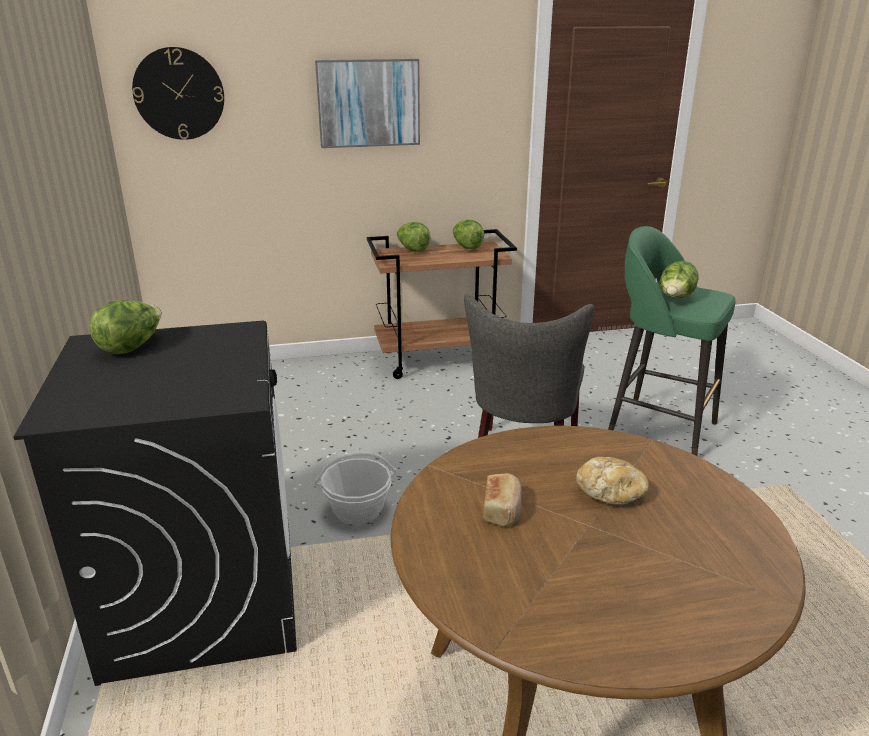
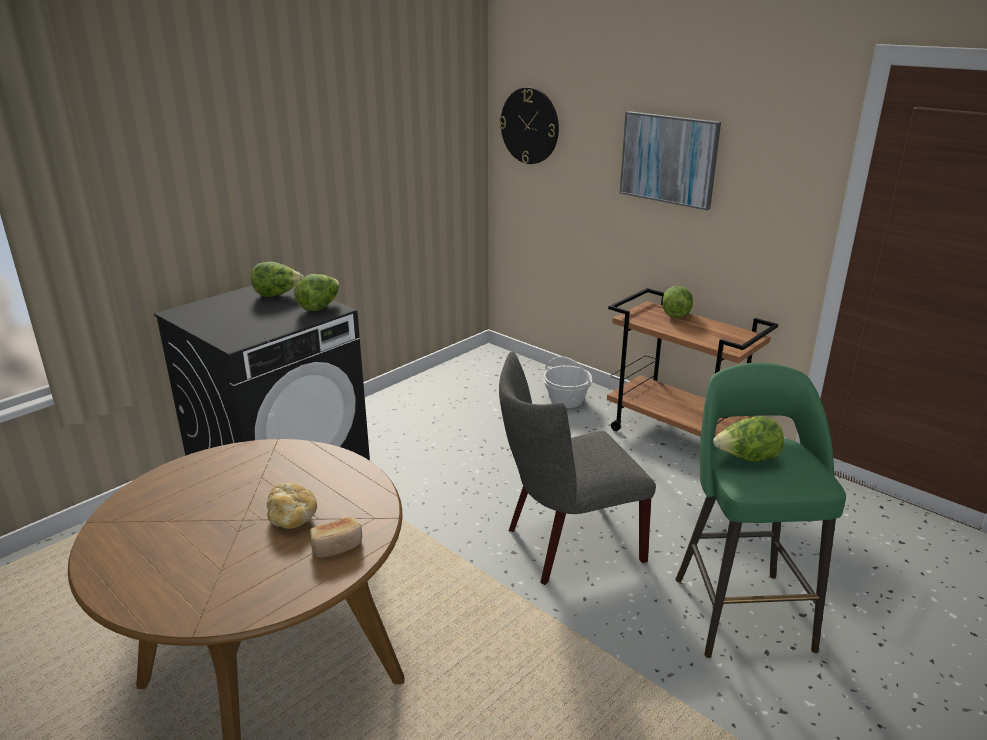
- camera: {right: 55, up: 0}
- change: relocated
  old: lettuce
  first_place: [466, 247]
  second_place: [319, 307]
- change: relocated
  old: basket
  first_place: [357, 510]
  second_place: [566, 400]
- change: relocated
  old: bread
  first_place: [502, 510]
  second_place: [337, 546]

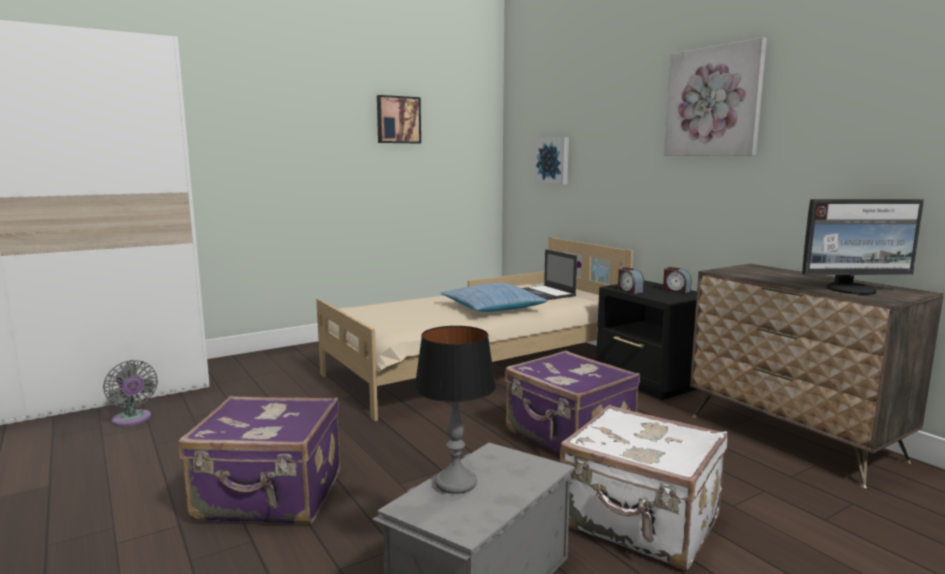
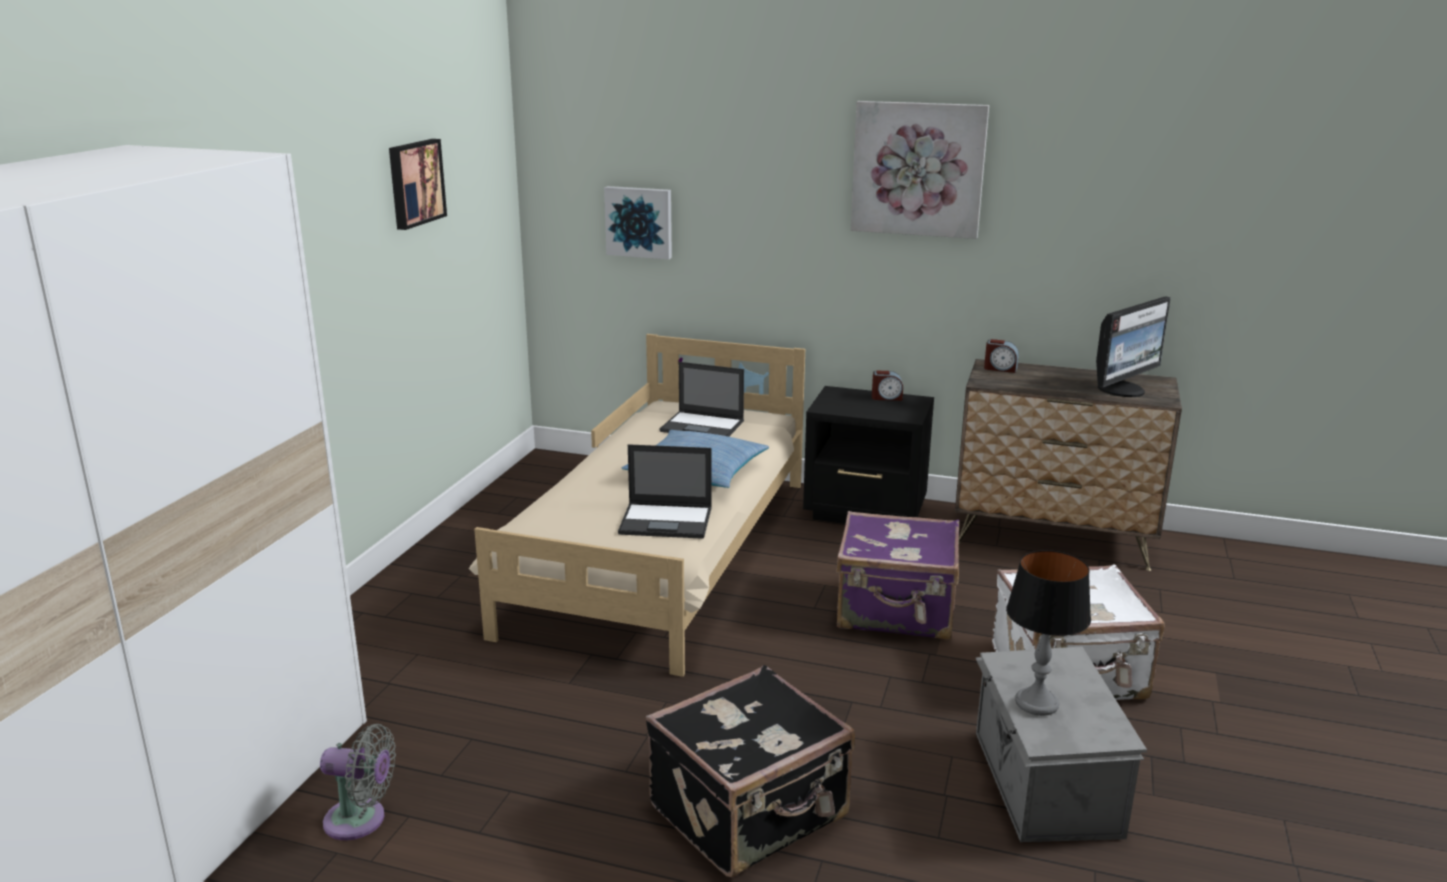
- camera: {right: -40, up: 10}
- change: relocated
  old: alarm clock
  first_place: [629, 290]
  second_place: [1000, 368]
- change: colour
  old: travel case in purple
  new: travel case in black-coloured
  first_place: [270, 497]
  second_place: [751, 813]
- change: appeared
  new: portable computer
  second_place: [667, 521]

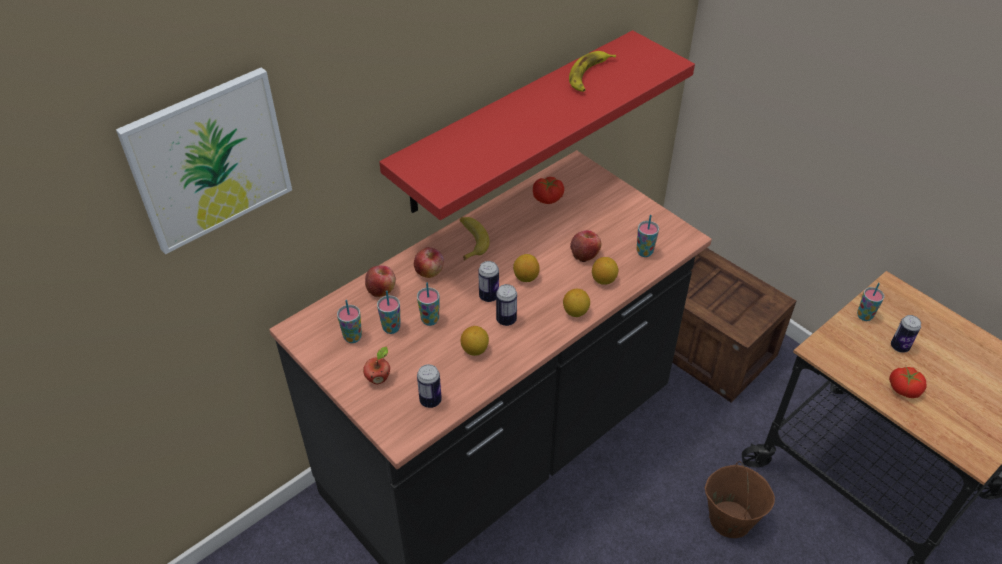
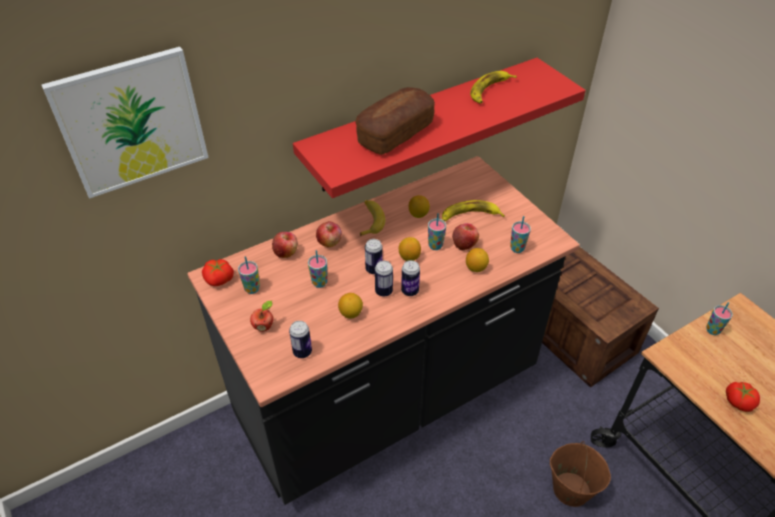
- camera: {right: 10, up: 0}
- change: relocated
  old: fresh tomato
  first_place: [548, 198]
  second_place: [219, 279]
- change: relocated
  old: whole lemon
  first_place: [575, 312]
  second_place: [418, 214]
- change: relocated
  old: small cup
  first_place: [391, 328]
  second_place: [435, 246]
- change: relocated
  old: can
  first_place: [899, 347]
  second_place: [410, 291]
- change: appeared
  new: bread
  second_place: [395, 133]
- change: appeared
  new: banana fruit
  second_place: [470, 215]

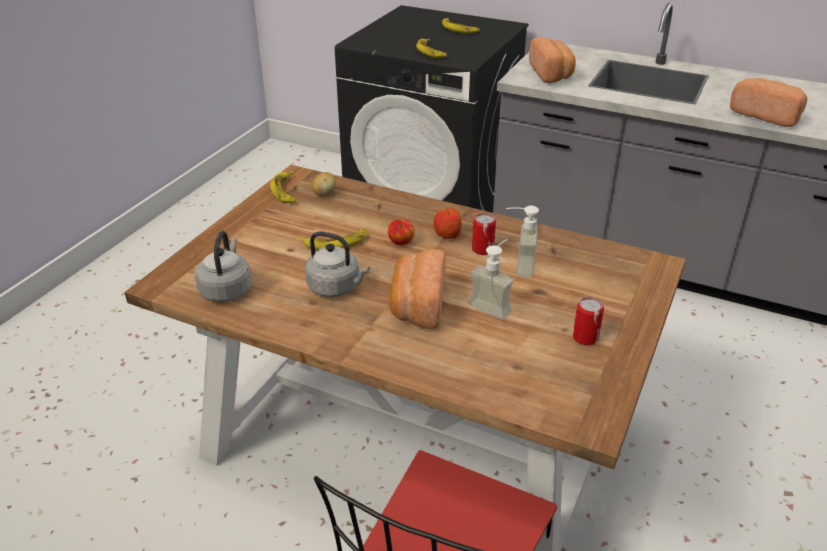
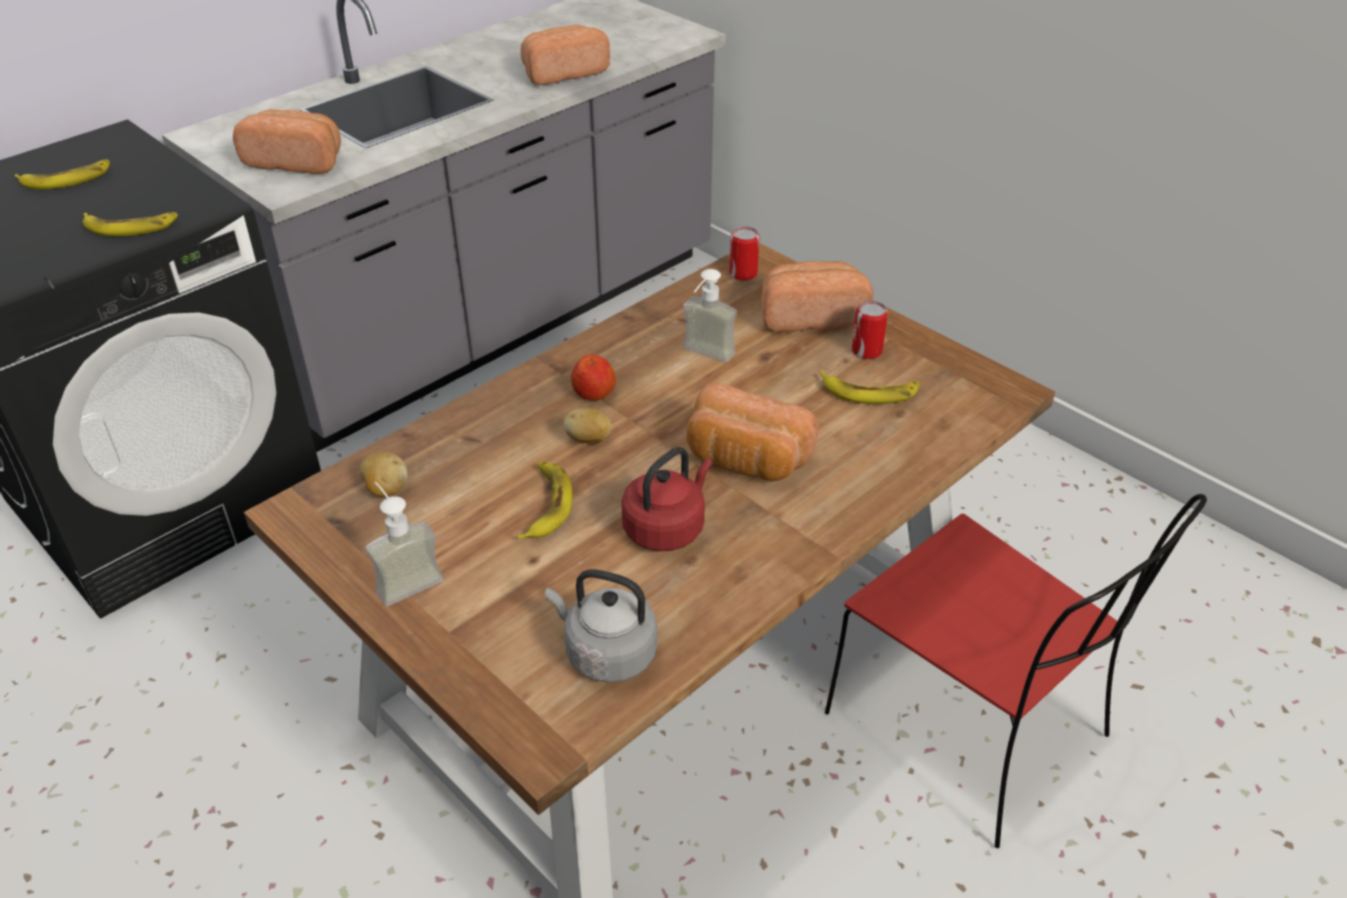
- camera: {right: -70, up: 5}
- change: relocated
  old: banana fruit
  first_place: [286, 191]
  second_place: [869, 392]
- change: relocated
  old: can
  first_place: [482, 249]
  second_place: [743, 274]
- change: exchanged
  old: whole apple
  new: whole potato
  first_place: [401, 243]
  second_place: [588, 440]
- change: colour
  old: tea kettle in gray
  new: tea kettle in reddish
  first_place: [336, 288]
  second_place: [667, 528]
- change: relocated
  old: soap bottle
  first_place: [494, 305]
  second_place: [404, 578]
- change: appeared
  new: bread
  second_place: [811, 316]

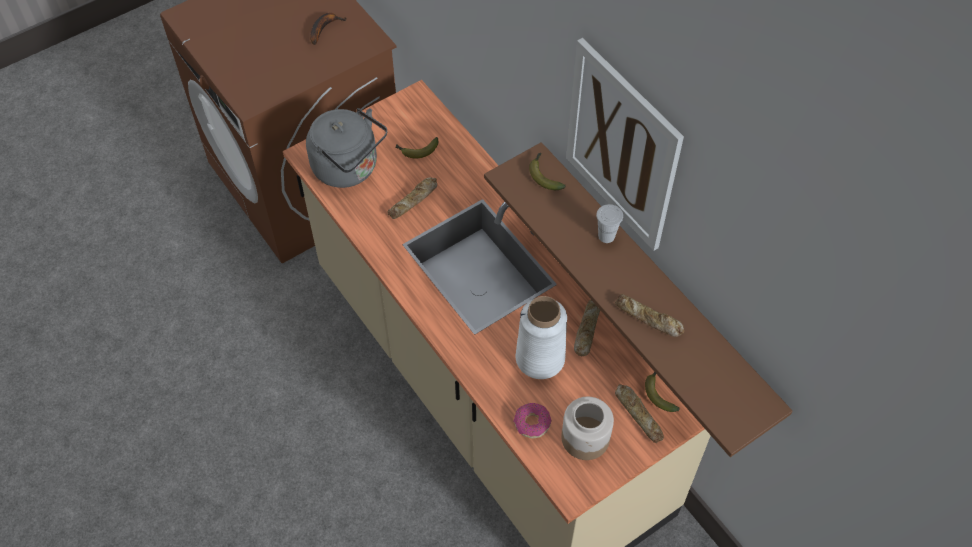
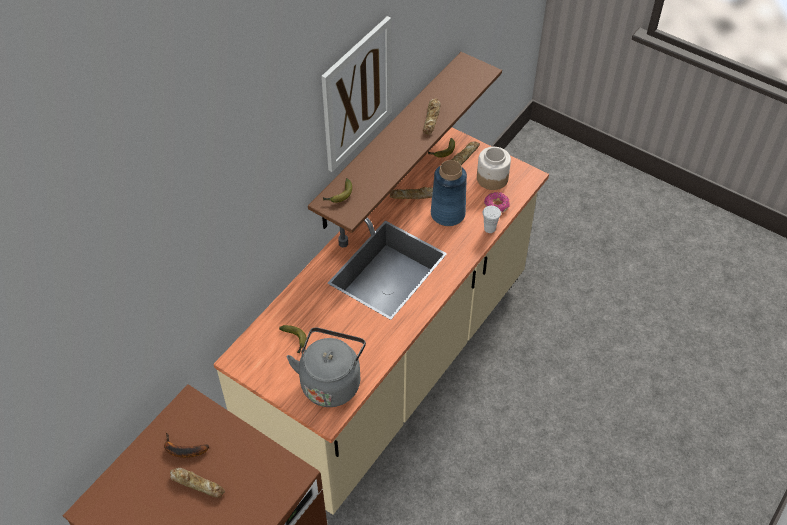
- camera: {right: -110, up: -5}
- change: relocated
  old: bread
  first_place: [414, 200]
  second_place: [197, 484]
- change: relocated
  old: small cup in white-coloured
  first_place: [606, 236]
  second_place: [489, 228]
- change: colour
  old: vase in white-coloured
  new: vase in bluish
  first_place: [540, 358]
  second_place: [448, 213]

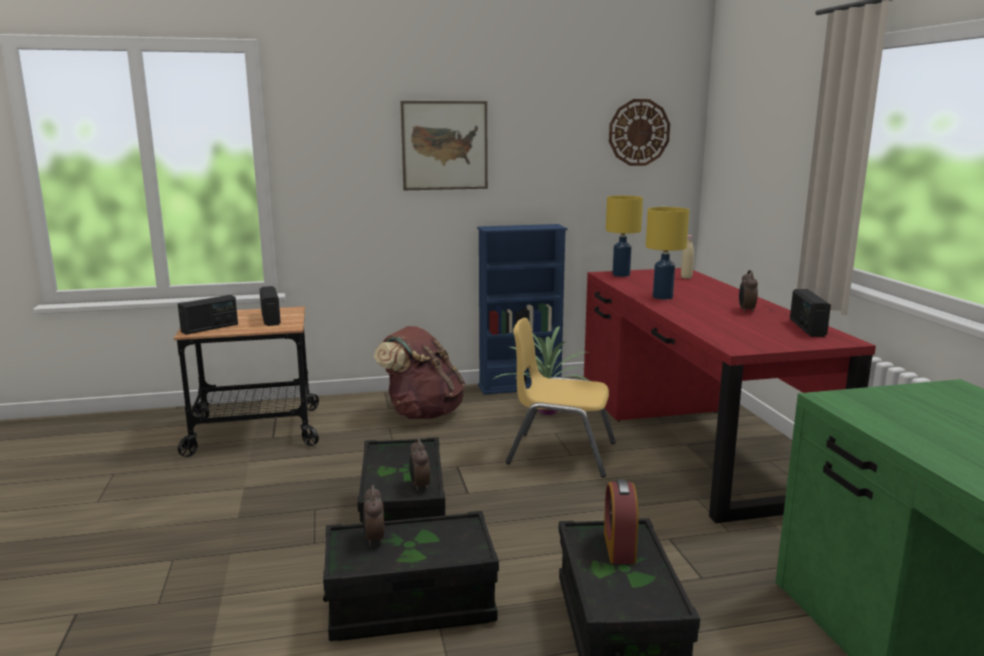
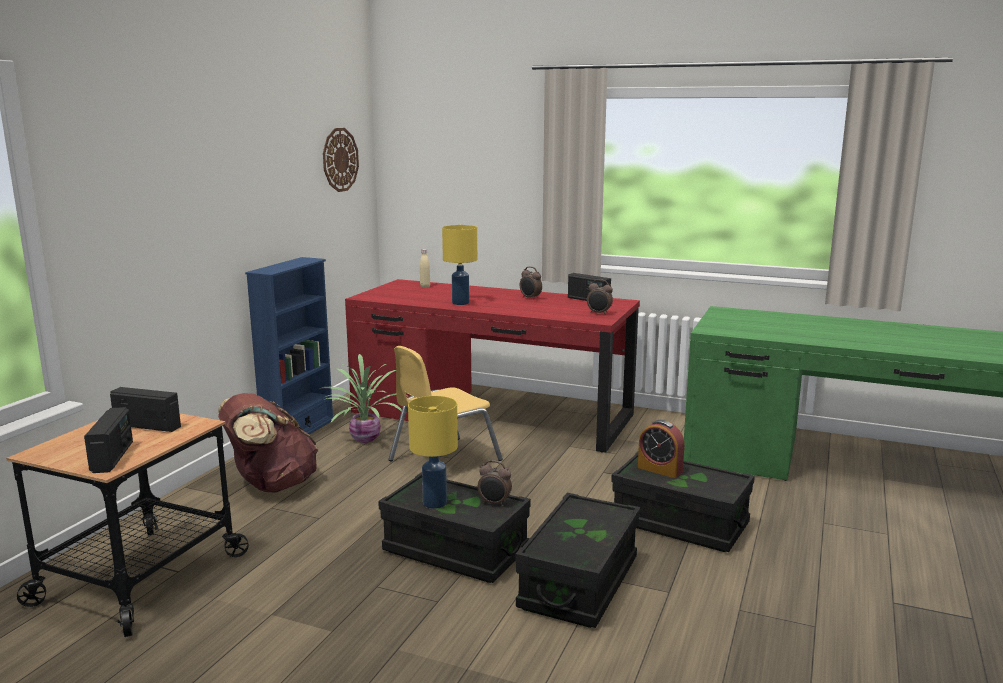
- camera: {right: -55, up: 0}
- change: missing
  old: wall art
  first_place: [444, 145]
- change: relocated
  old: tabletop lamp in yellow-coloured
  first_place: [620, 275]
  second_place: [434, 503]
- change: relocated
  old: alarm clock
  first_place: [374, 539]
  second_place: [599, 313]

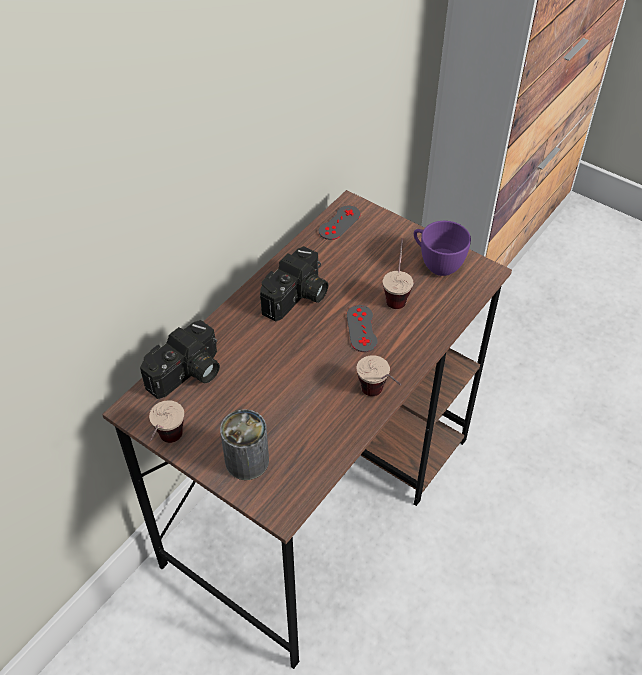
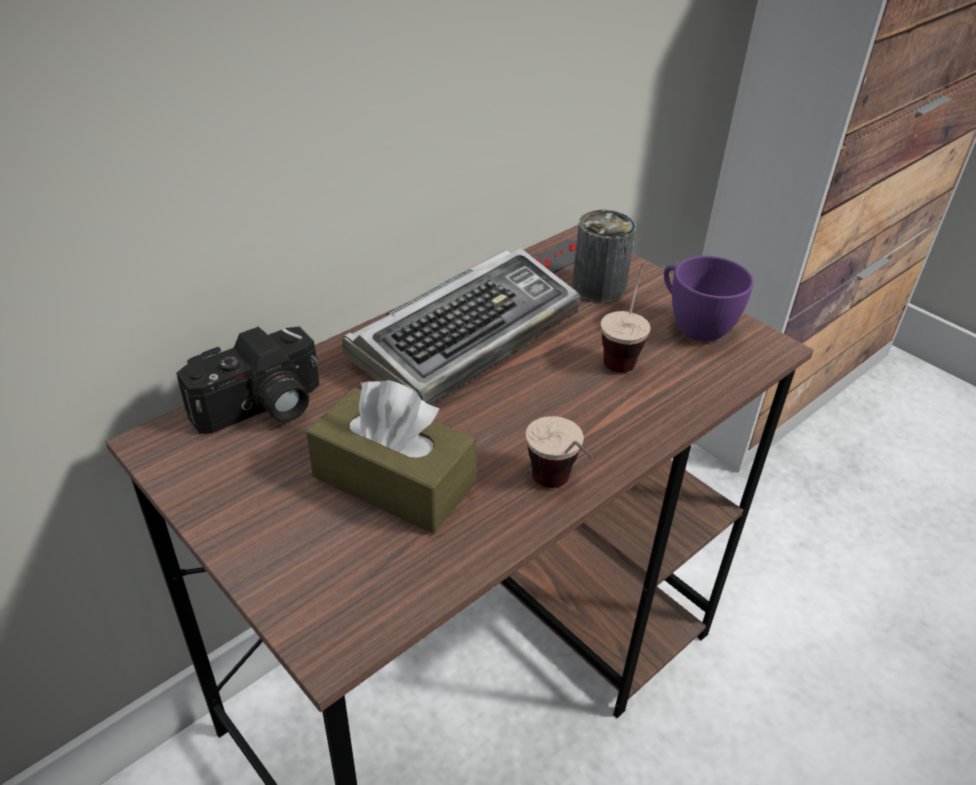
- camera: {right: 10, up: -10}
- change: exchanged
  old: still camera
  new: keyboard
  first_place: [297, 298]
  second_place: [467, 337]
- change: missing
  old: gamepad in gray
  first_place: [361, 328]
- change: missing
  old: small cup
  first_place: [167, 445]
- change: relocated
  old: can
  first_place: [247, 461]
  second_place: [598, 287]
- change: appeared
  new: tissue holder in brown
  second_place: [393, 480]

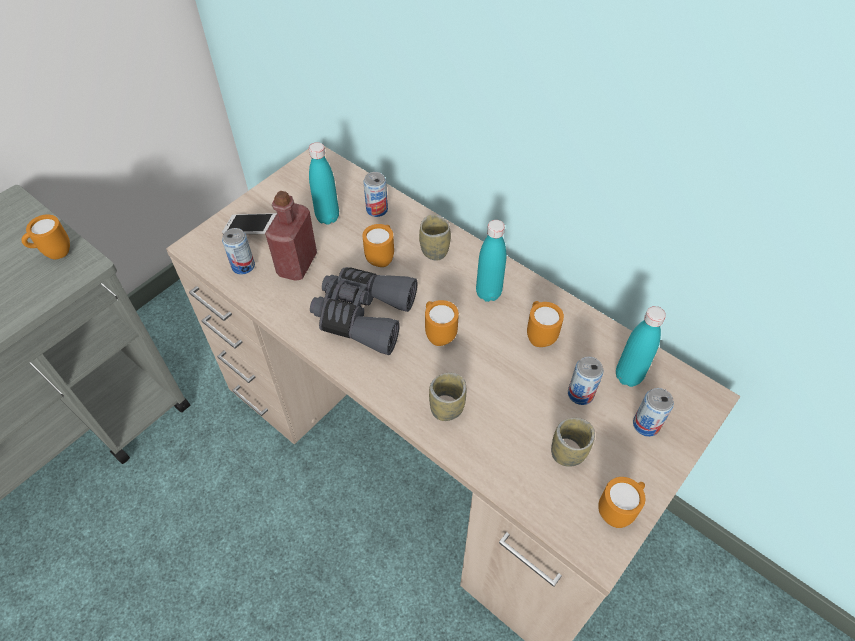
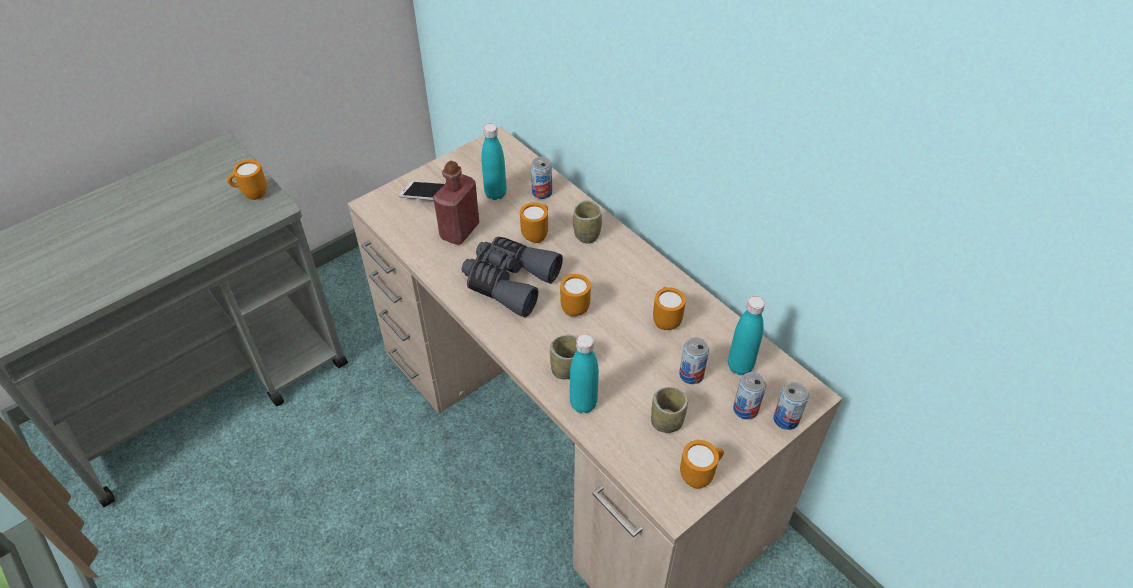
- camera: {right: 10, up: -5}
- change: relocated
  old: drink bottle in turquoise-coloured
  first_place: [488, 293]
  second_place: [583, 403]
- change: relocated
  old: can
  first_place: [243, 266]
  second_place: [786, 419]

